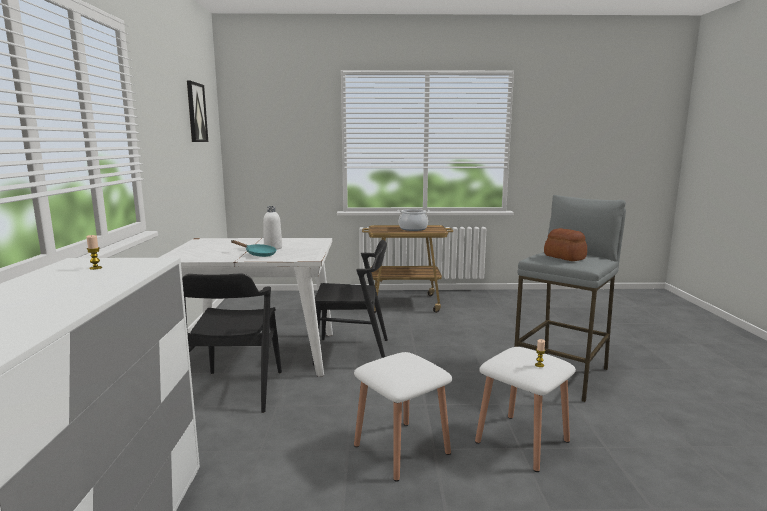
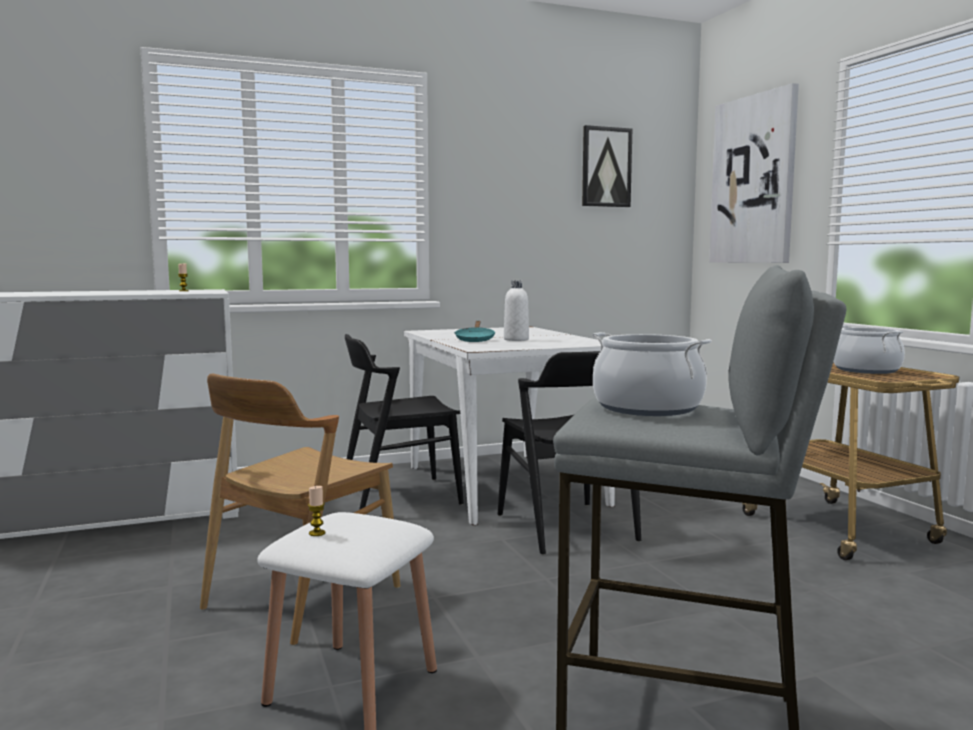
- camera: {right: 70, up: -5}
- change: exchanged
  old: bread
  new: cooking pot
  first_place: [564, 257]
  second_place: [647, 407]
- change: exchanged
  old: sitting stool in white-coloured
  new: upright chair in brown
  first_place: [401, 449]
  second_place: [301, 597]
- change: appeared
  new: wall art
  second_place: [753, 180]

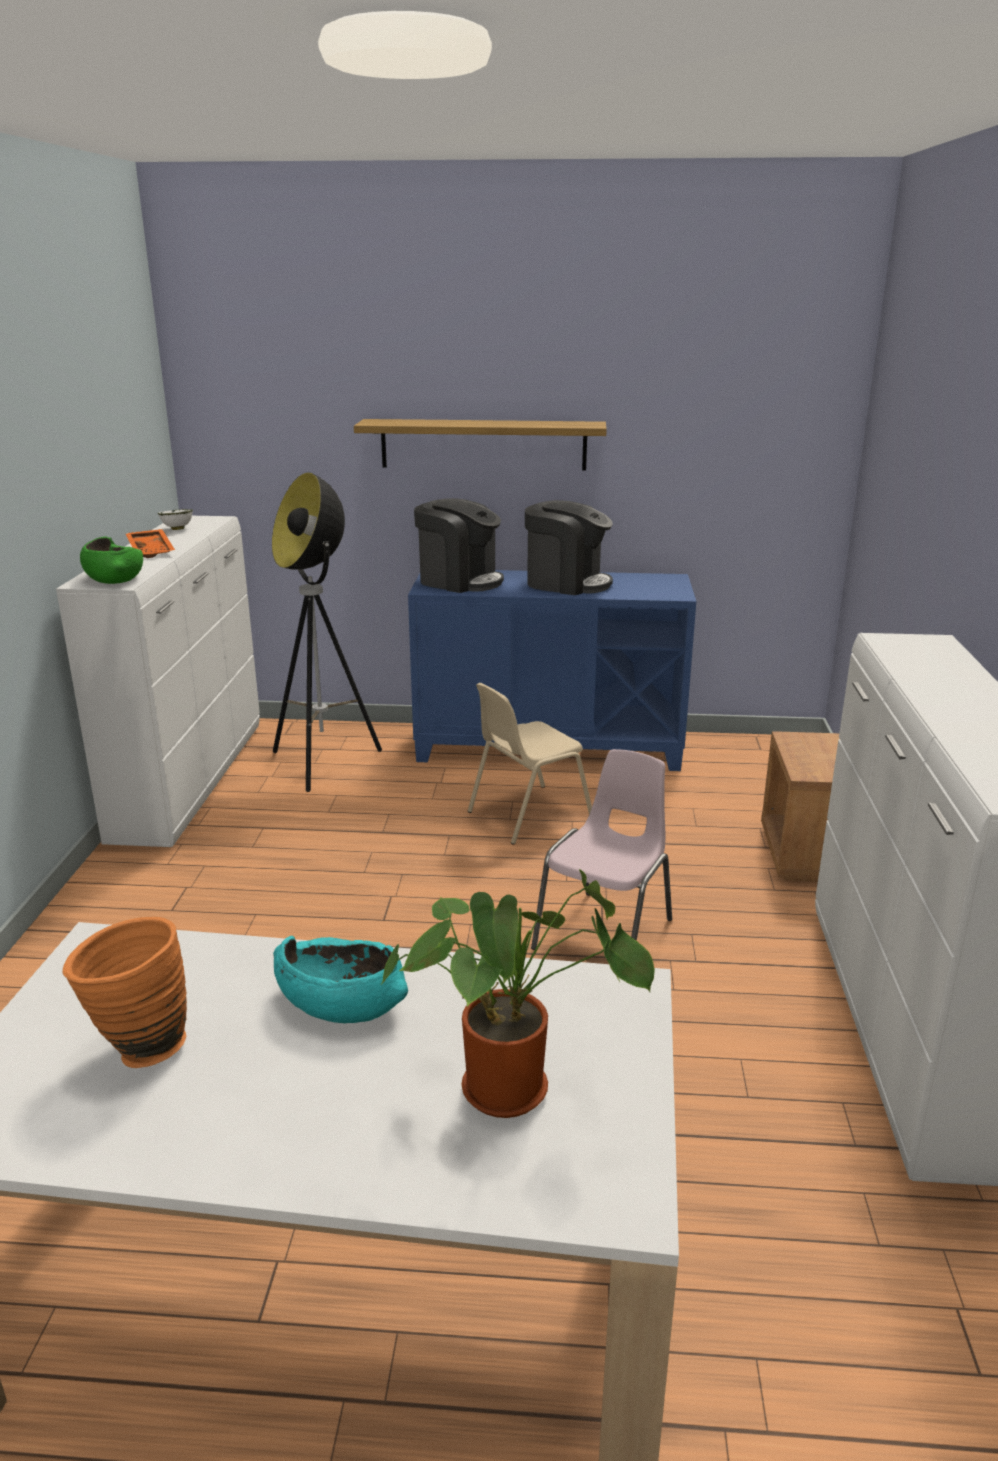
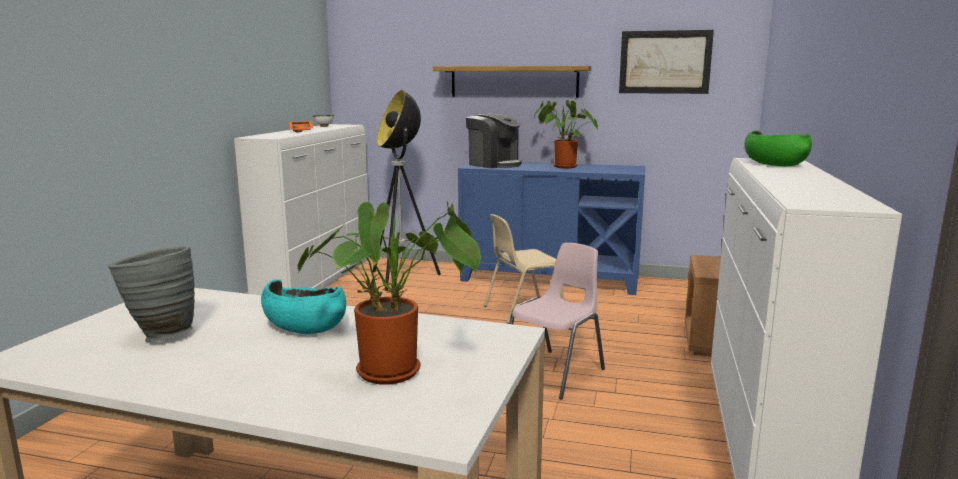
- camera: {right: 10, up: -10}
- change: exchanged
  old: coffee brewer
  new: plant in a pot
  first_place: [566, 583]
  second_place: [562, 167]
- change: relocated
  old: serving bowl in green
  first_place: [114, 578]
  second_place: [774, 164]
- change: colour
  old: vase in orange
  new: vase in gray
  first_place: [138, 1048]
  second_place: [160, 335]
- change: appeared
  new: wall art
  second_place: [664, 62]

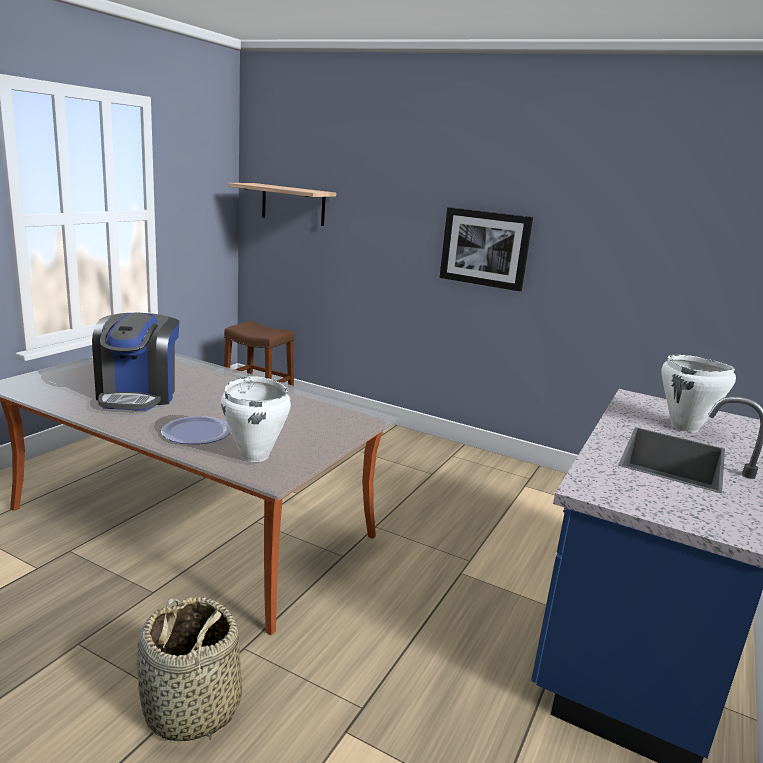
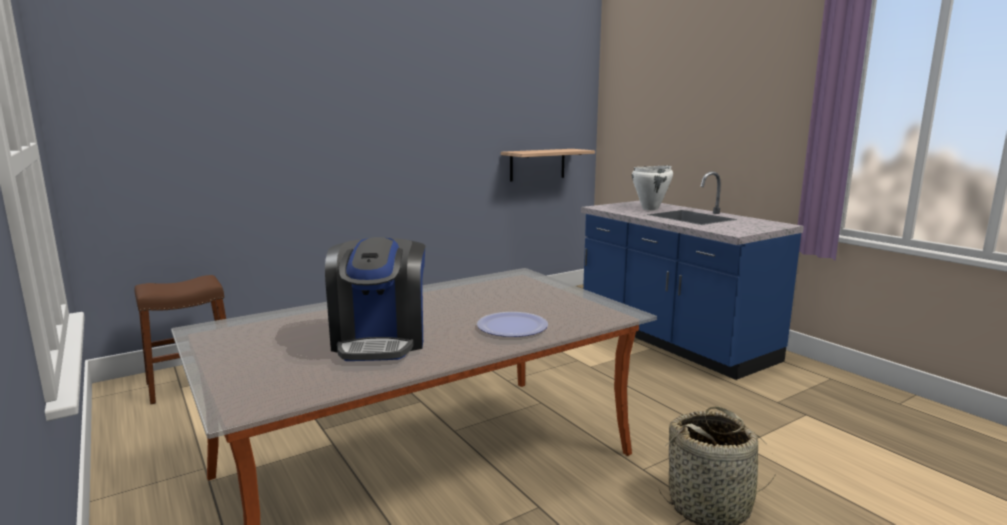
- camera: {right: -60, up: -5}
- change: relocated
  old: bracket shelf
  first_place: [293, 204]
  second_place: [537, 164]
- change: missing
  old: wall art
  first_place: [485, 248]
- change: spun
  old: coffee brewer
  first_place: [138, 395]
  second_place: [380, 341]
  degrees: 60
- change: missing
  old: cooking pot in white-coloured
  first_place: [255, 455]

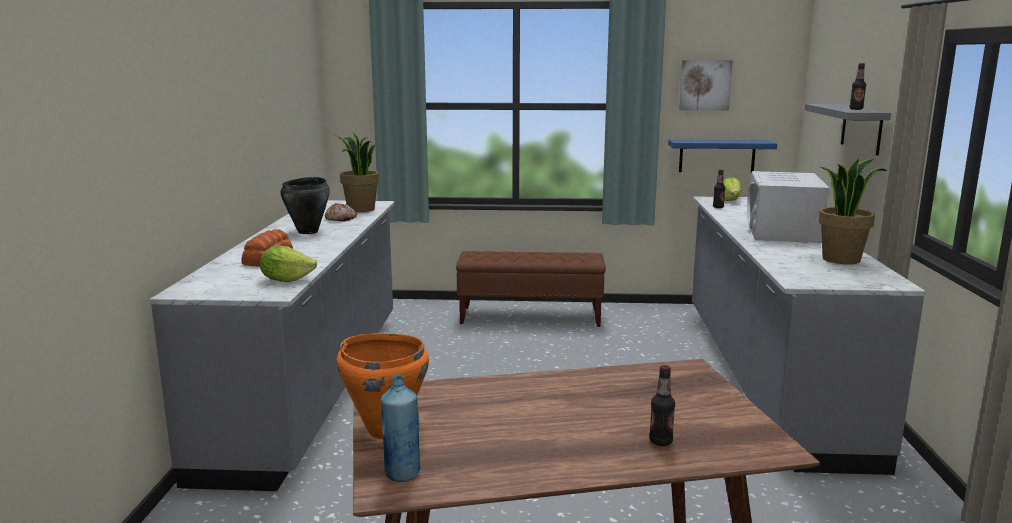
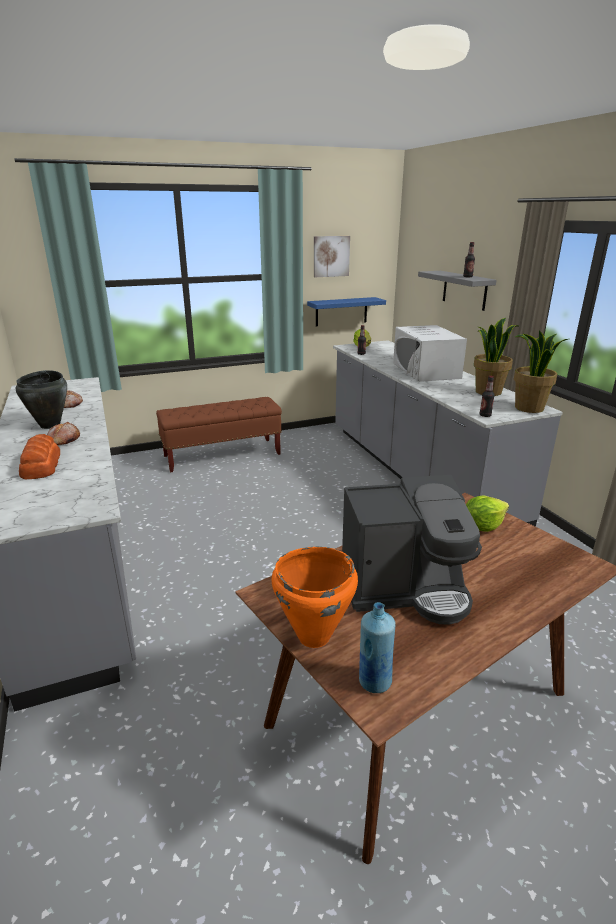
- camera: {right: -25, up: 10}
- change: relocated
  old: plant in a pot
  first_place: [360, 209]
  second_place: [529, 408]
- change: relocated
  old: lettuce
  first_place: [286, 280]
  second_place: [482, 526]
- change: relocated
  old: drink bottle
  first_place: [660, 441]
  second_place: [485, 415]
- change: appeared
  new: bread
  second_place: [63, 440]
- change: appeared
  new: coffee brewer
  second_place: [405, 588]

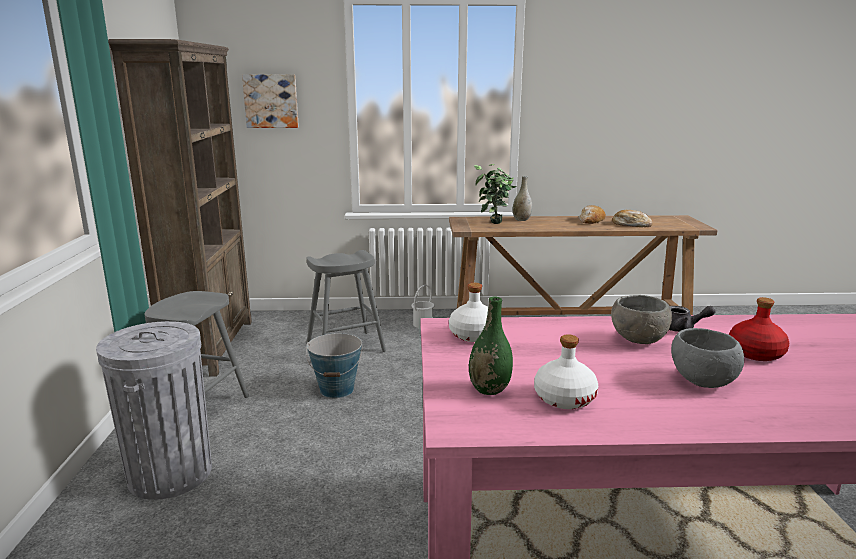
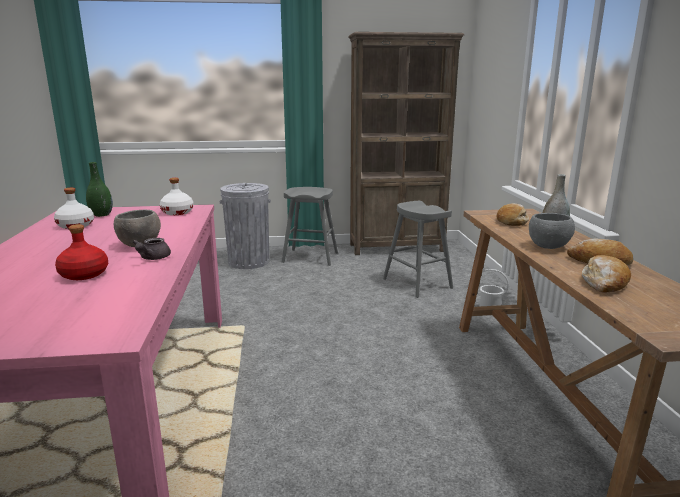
- camera: {right: 85, up: 0}
- change: missing
  old: wall art
  first_place: [271, 101]
- change: exchanged
  old: plant in a pot
  new: bread
  first_place: [493, 224]
  second_place: [512, 221]
- change: relocated
  old: serving bowl in gray
  first_place: [703, 382]
  second_place: [548, 247]
- change: missing
  old: bucket
  first_place: [337, 390]

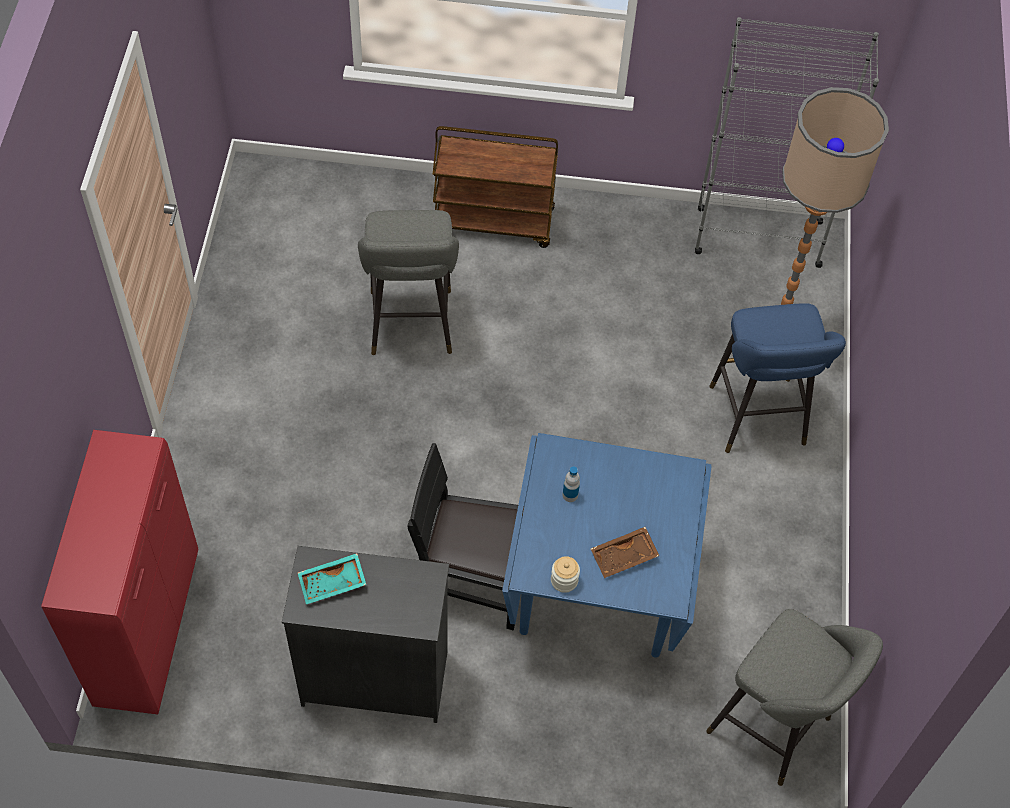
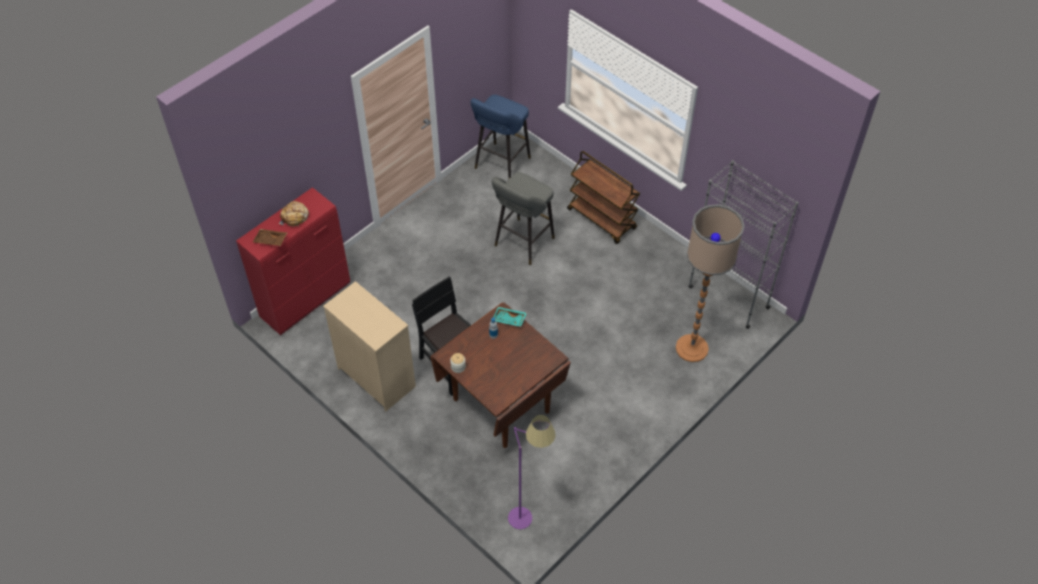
- camera: {right: 40, up: -5}
- change: relocated
  old: sitting stool in bluish
  first_place: [759, 420]
  second_place: [500, 165]
- change: colour
  old: dining table in bluish
  new: dining table in brown
  first_place: [596, 594]
  second_place: [502, 404]
- change: relocated
  old: tray in brown
  first_place: [624, 557]
  second_place: [270, 240]
- change: colour
  old: drawer chest in black-coloured
  new: drawer chest in sand-coloured
  first_place: [375, 677]
  second_place: [377, 377]
- change: relocated
  old: tray in turquoise-coloured
  first_place: [332, 584]
  second_place: [509, 320]
- change: exchanged
  old: sitting stool in gray
  new: standard lamp in purple
  first_place: [775, 729]
  second_place: [529, 512]
- change: appeared
  new: bread
  second_place: [295, 217]

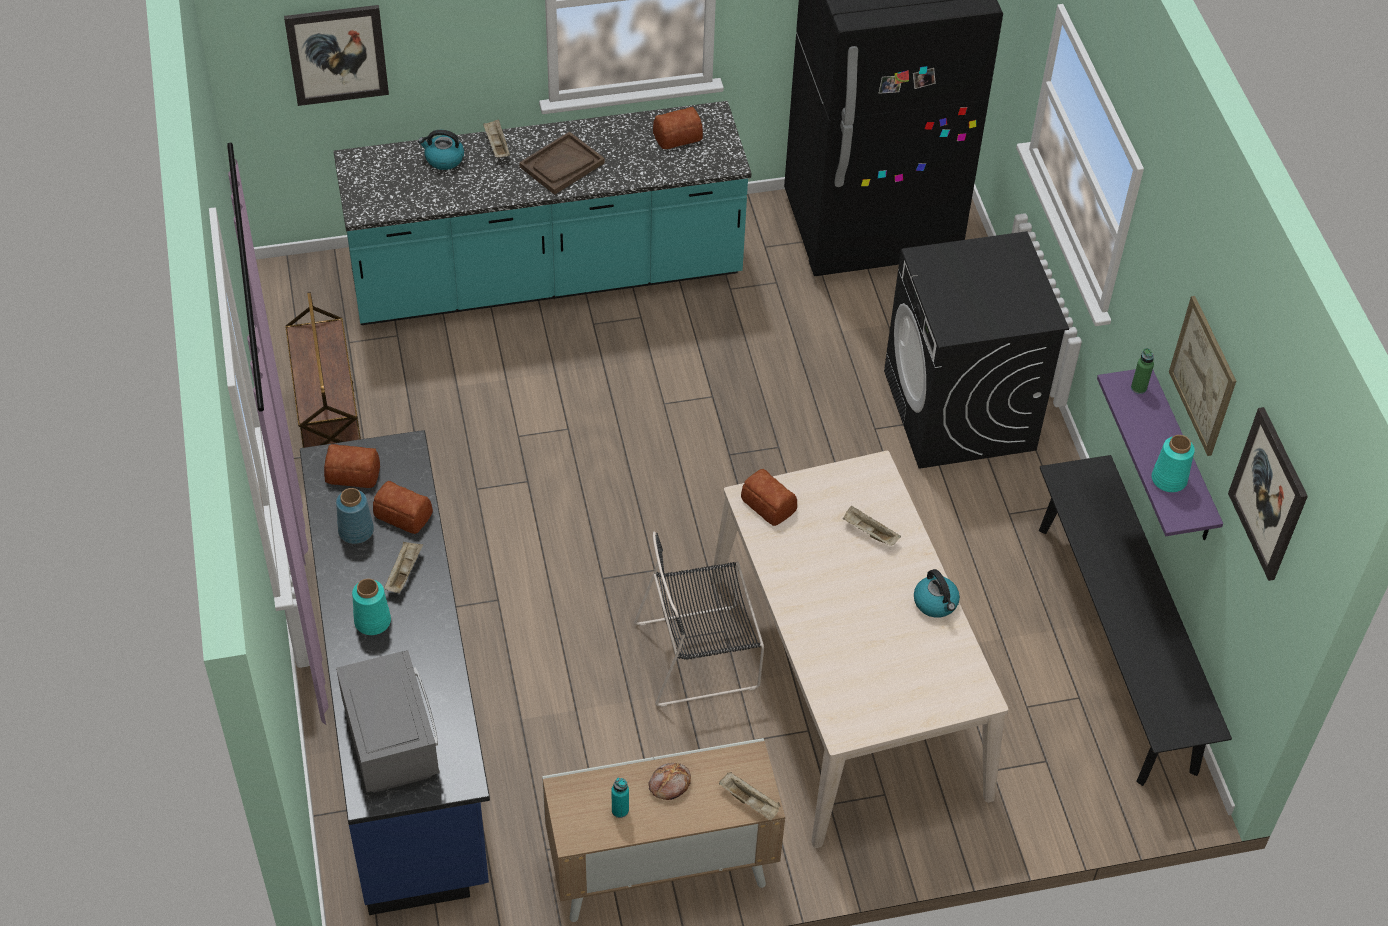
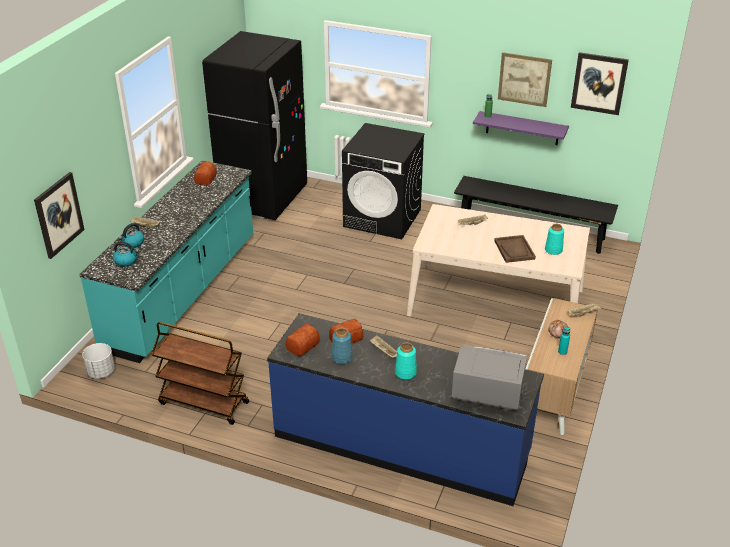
- camera: {right: -55, up: -15}
- change: relocated
  old: tray in brown
  first_place: [562, 165]
  second_place: [514, 250]
- change: relocated
  old: vase in turquoise-coloured
  first_place: [1169, 479]
  second_place: [553, 250]
- change: missing
  old: bread
  first_place: [768, 505]
- change: missing
  old: upright chair in black-coloured
  first_place: [701, 655]
- change: relocated
  old: tea kettle
  first_place: [936, 603]
  second_place: [126, 261]
- change: appeared
  new: plant pot in white-coloured
  second_place: [101, 372]

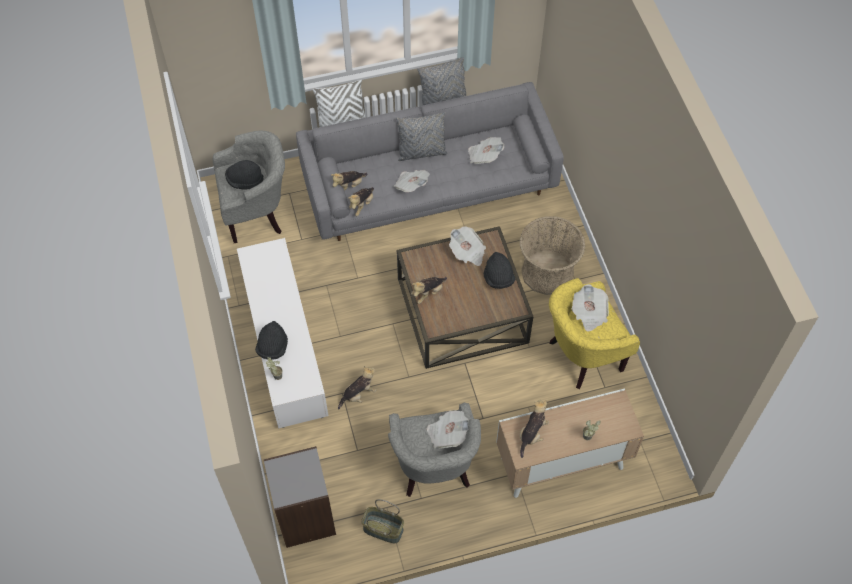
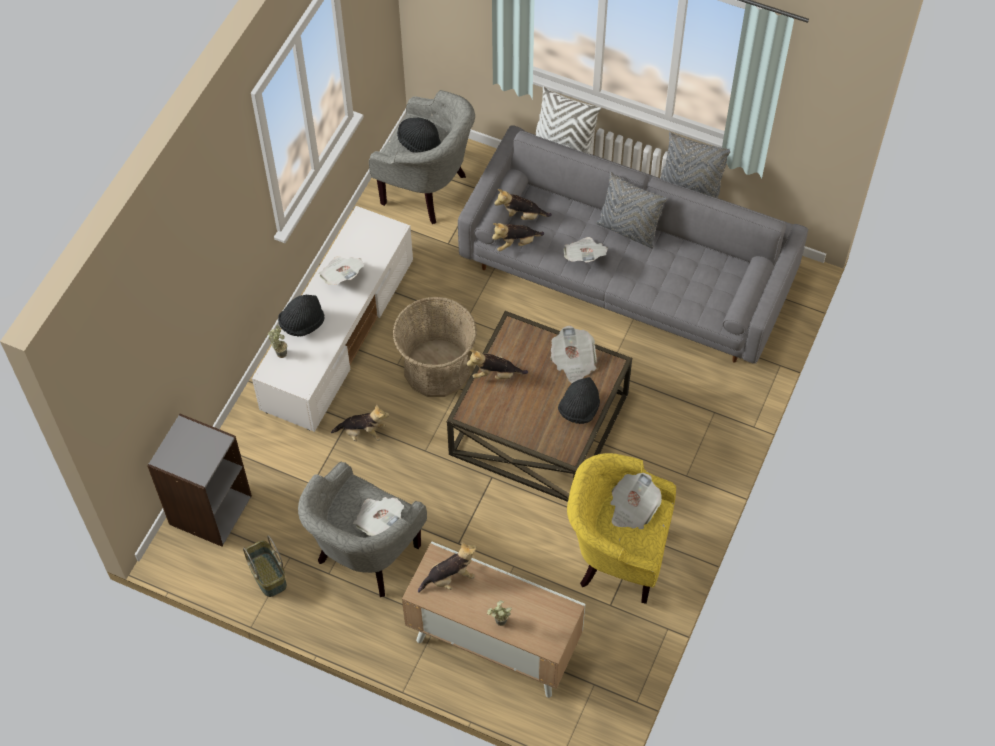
- camera: {right: 40, up: 0}
- change: relocated
  old: newspaper
  first_place: [484, 156]
  second_place: [342, 276]
- change: relocated
  old: basket
  first_place: [547, 272]
  second_place: [437, 368]

